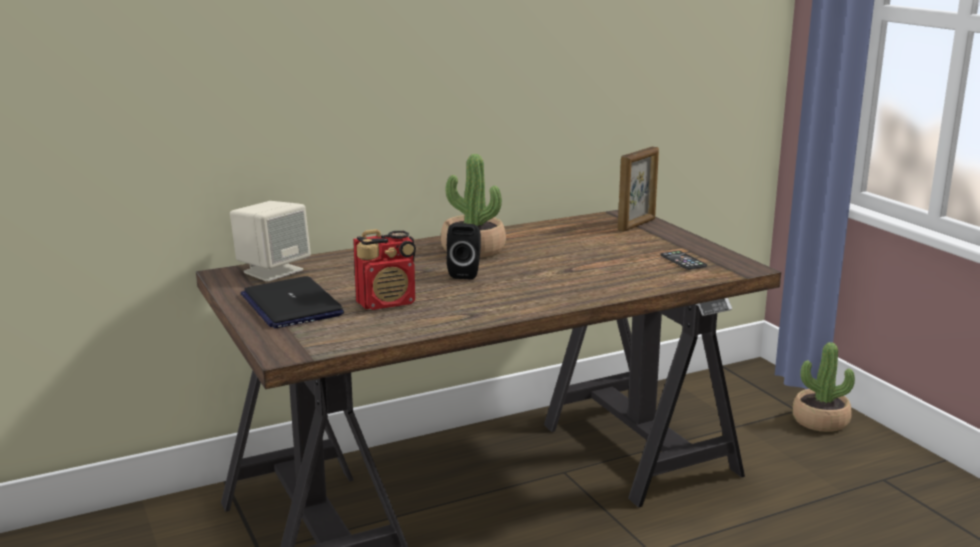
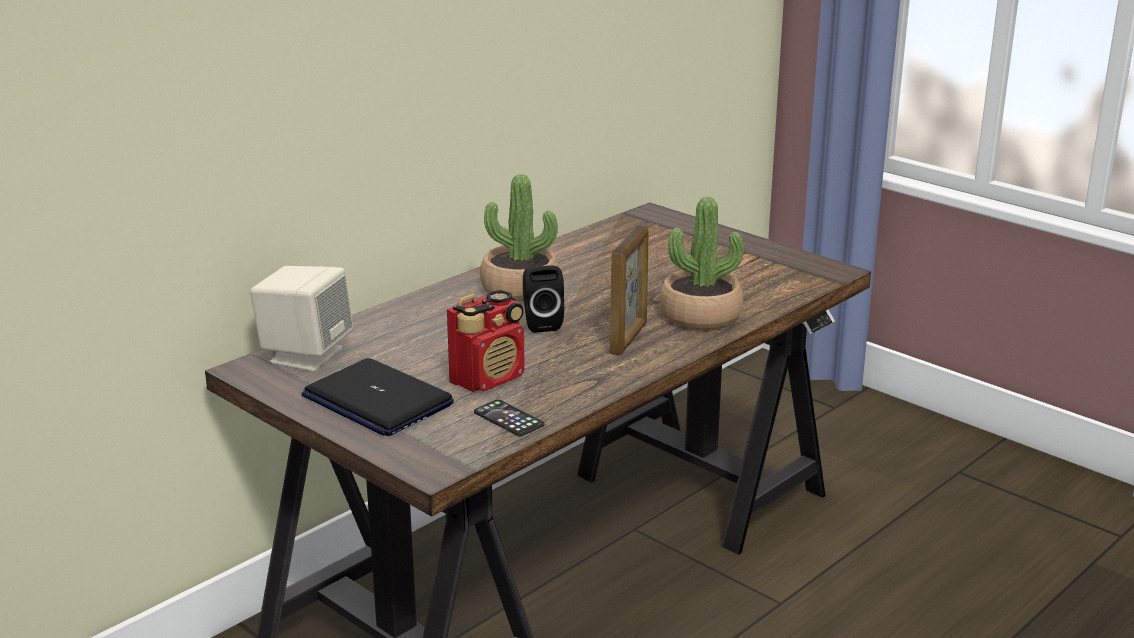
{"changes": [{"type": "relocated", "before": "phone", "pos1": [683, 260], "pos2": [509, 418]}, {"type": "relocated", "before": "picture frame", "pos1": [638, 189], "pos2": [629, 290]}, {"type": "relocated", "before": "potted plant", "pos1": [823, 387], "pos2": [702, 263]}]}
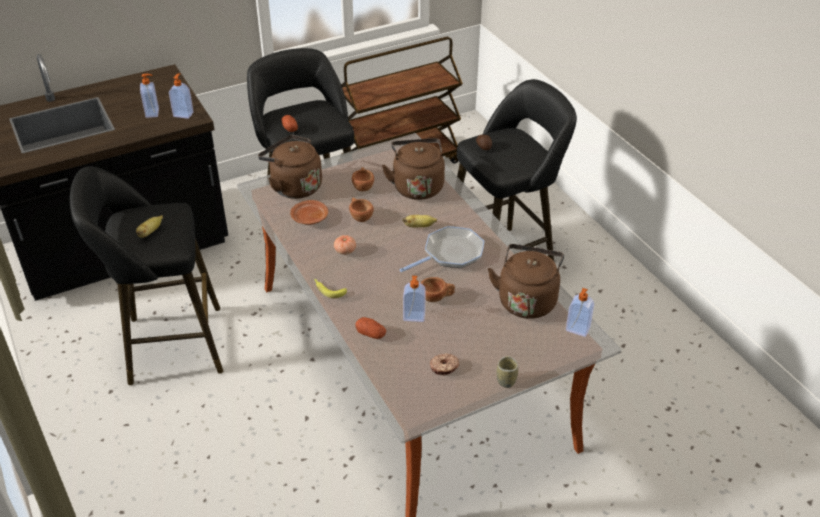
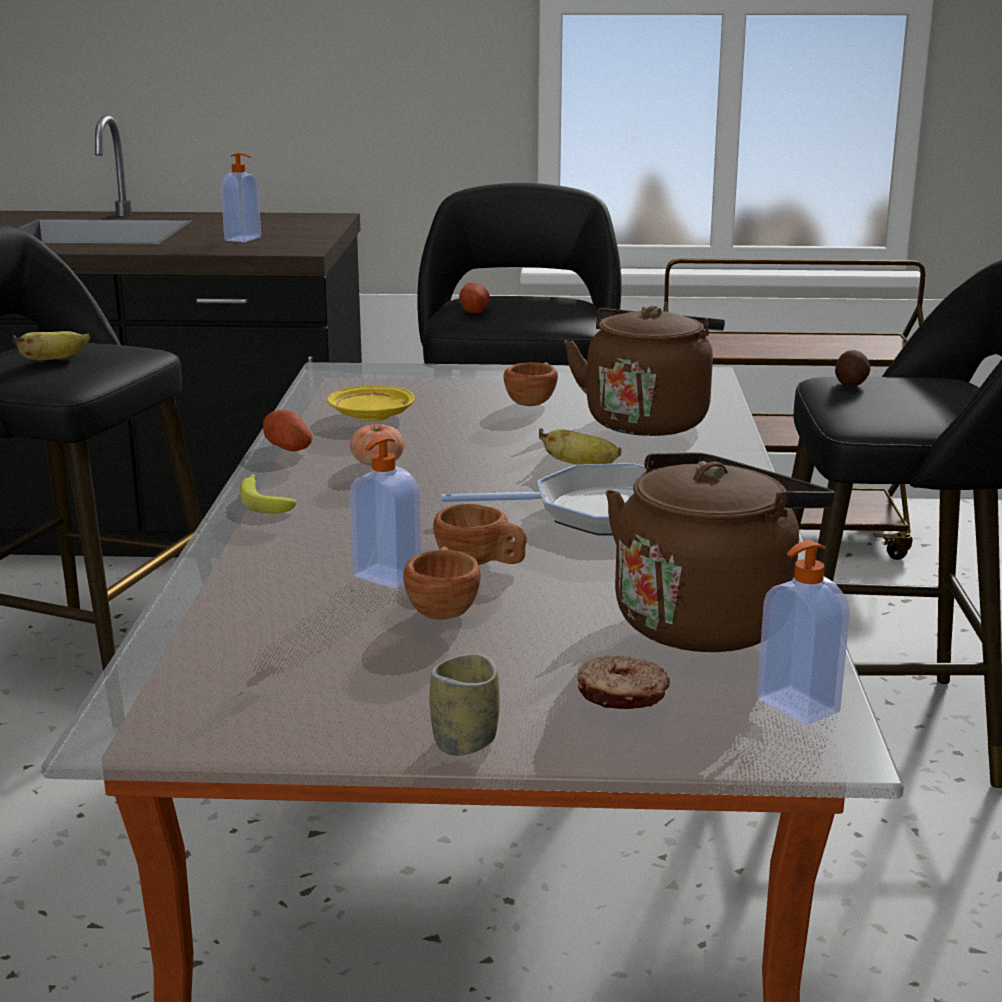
{"changes": [{"type": "relocated", "before": "potato", "pos1": [370, 328], "pos2": [287, 430]}, {"type": "colour", "before": "brown plate", "after": "yellow plate", "pos1": [309, 212], "pos2": [371, 403]}, {"type": "relocated", "before": "brown cup", "pos1": [361, 210], "pos2": [442, 583]}, {"type": "relocated", "before": "donut", "pos1": [444, 364], "pos2": [623, 682]}, {"type": "missing", "before": "soap dispenser", "pos1": [181, 96]}, {"type": "missing", "before": "brown kettle", "pos1": [290, 167]}]}
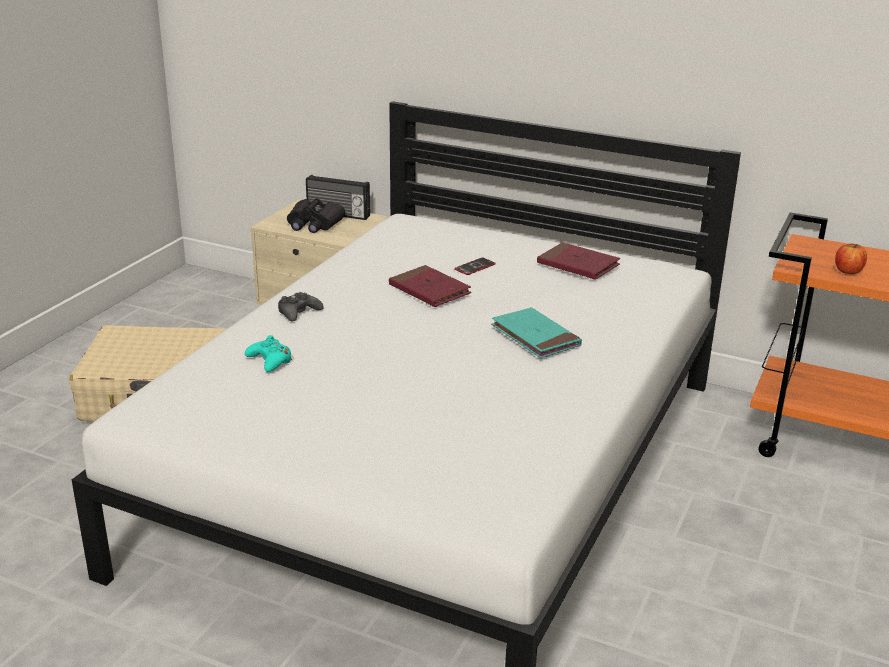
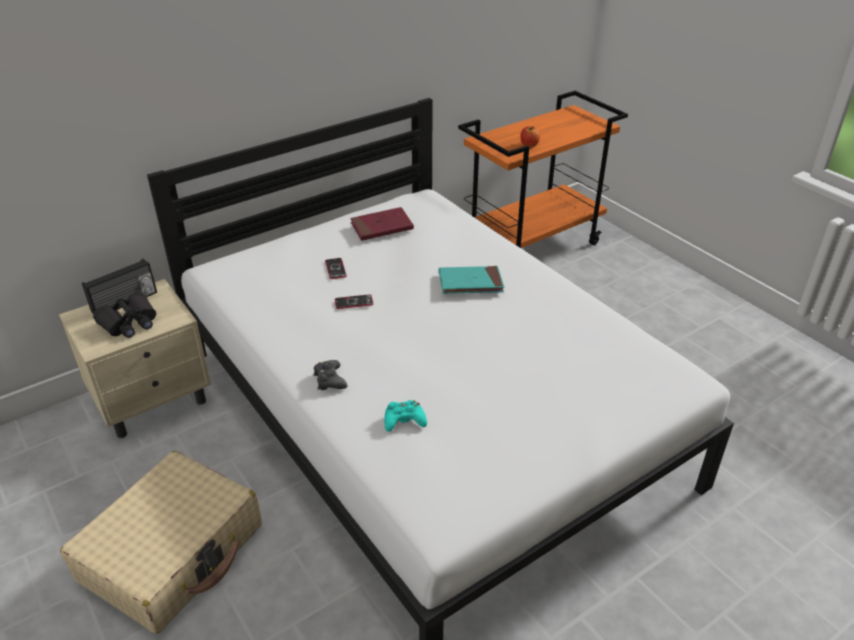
{"changes": [{"type": "exchanged", "before": "red book", "after": "phone", "pos1": [430, 286], "pos2": [354, 301]}]}
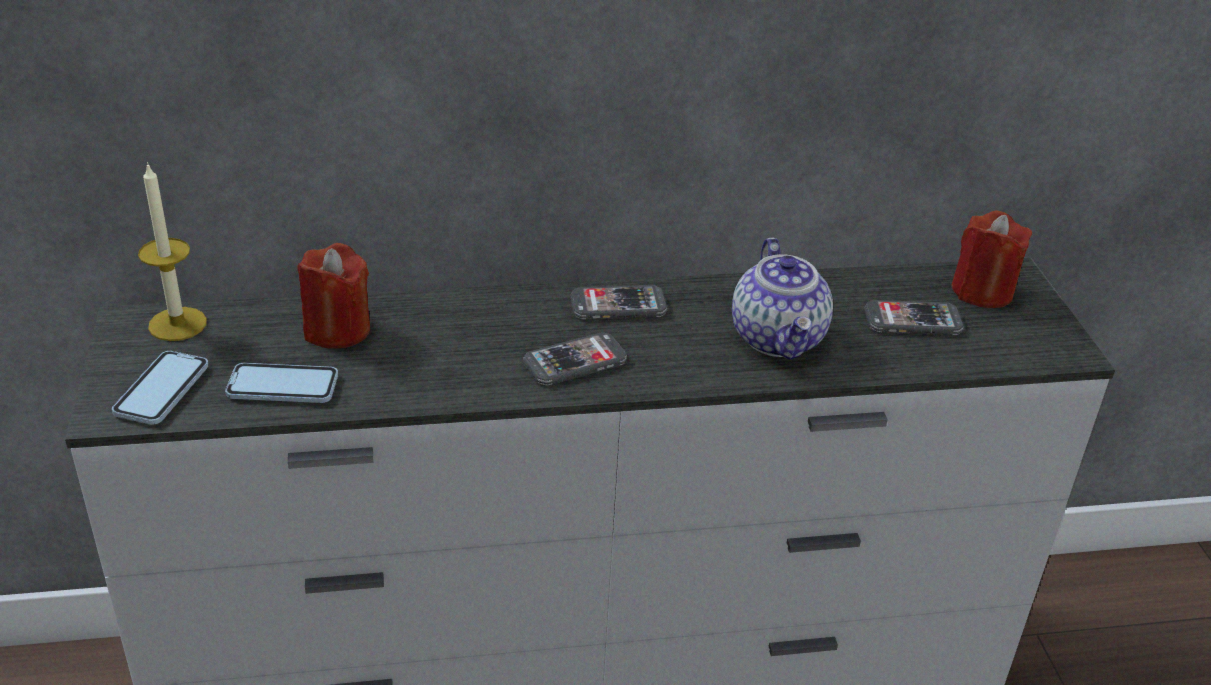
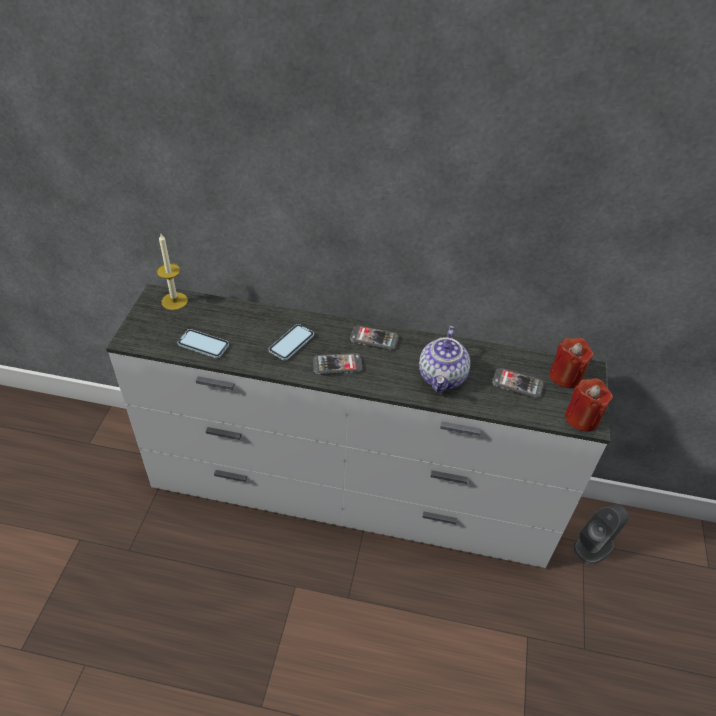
{"changes": [{"type": "relocated", "before": "phone", "pos1": [160, 388], "pos2": [291, 342]}, {"type": "relocated", "before": "red candle", "pos1": [333, 296], "pos2": [589, 405]}, {"type": "appeared", "after": "grey speaker", "pos2": [601, 534]}]}
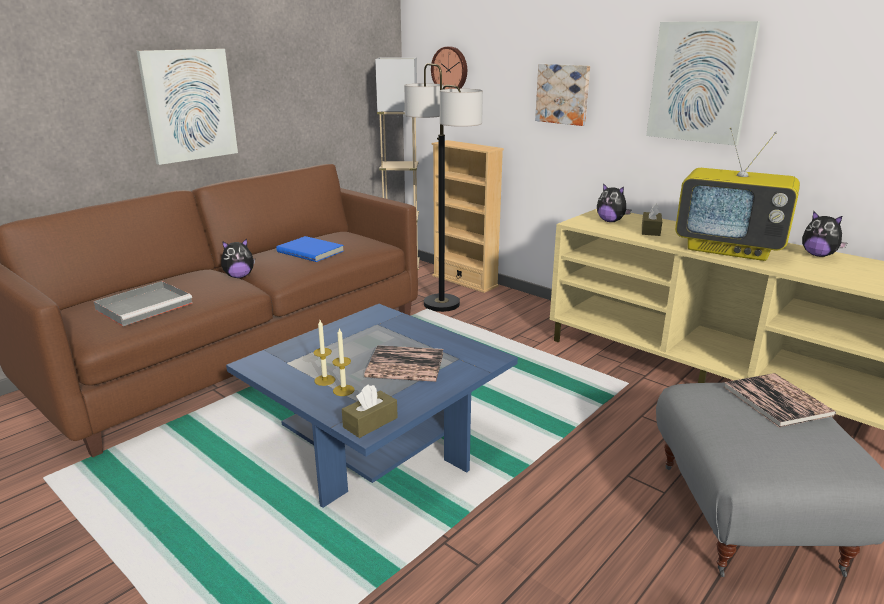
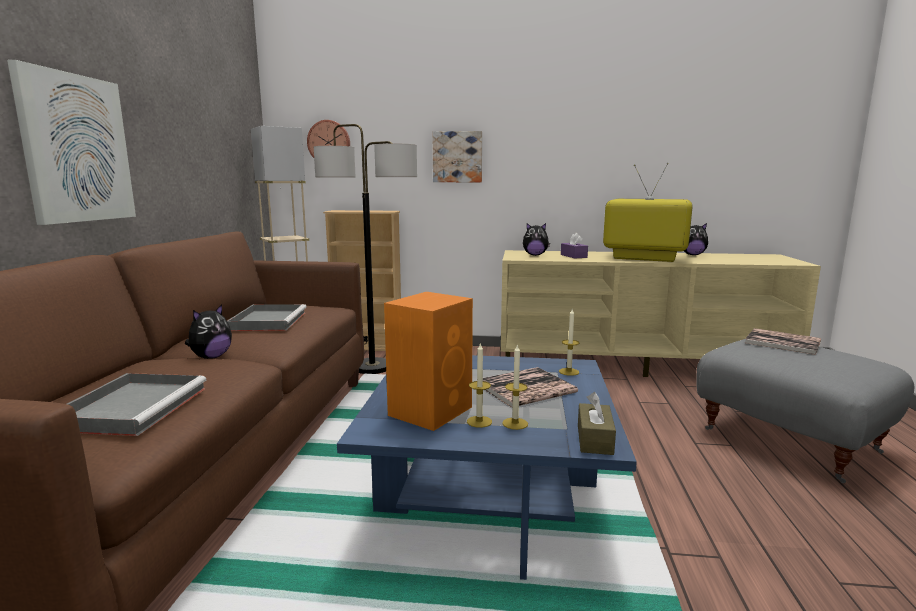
{"changes": [{"type": "exchanged", "before": "blue book", "after": "grey tray", "pos1": [310, 249], "pos2": [267, 317]}, {"type": "appeared", "after": "orange speaker", "pos2": [428, 361]}, {"type": "appeared", "after": "candle", "pos2": [569, 342]}, {"type": "colour", "before": "brown tissue box", "after": "purple tissue box", "pos1": [652, 219], "pos2": [574, 245]}, {"type": "spun", "before": "television", "pos1": [737, 194], "pos2": [648, 212], "turn": -150}, {"type": "missing", "before": "picture", "pos1": [703, 83]}]}
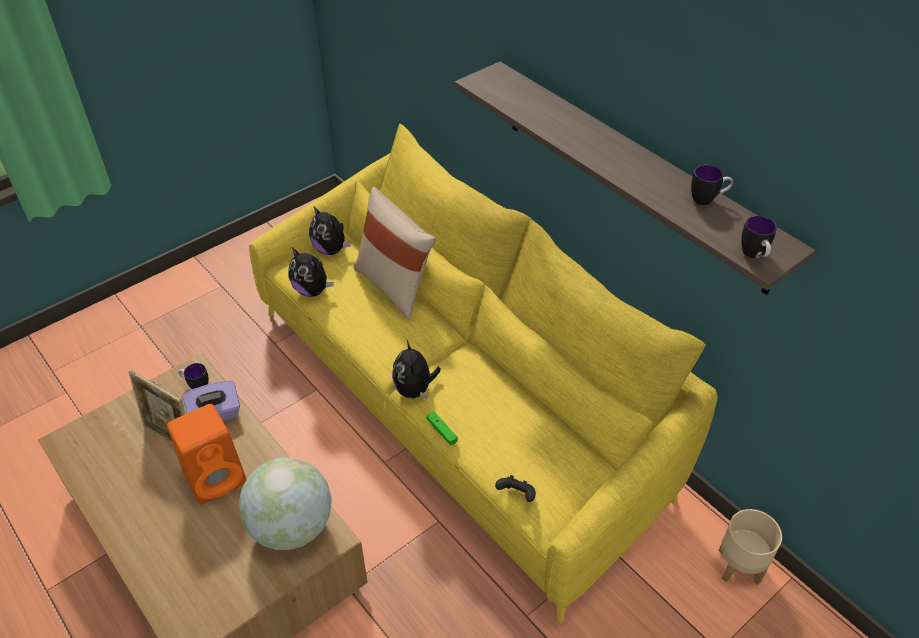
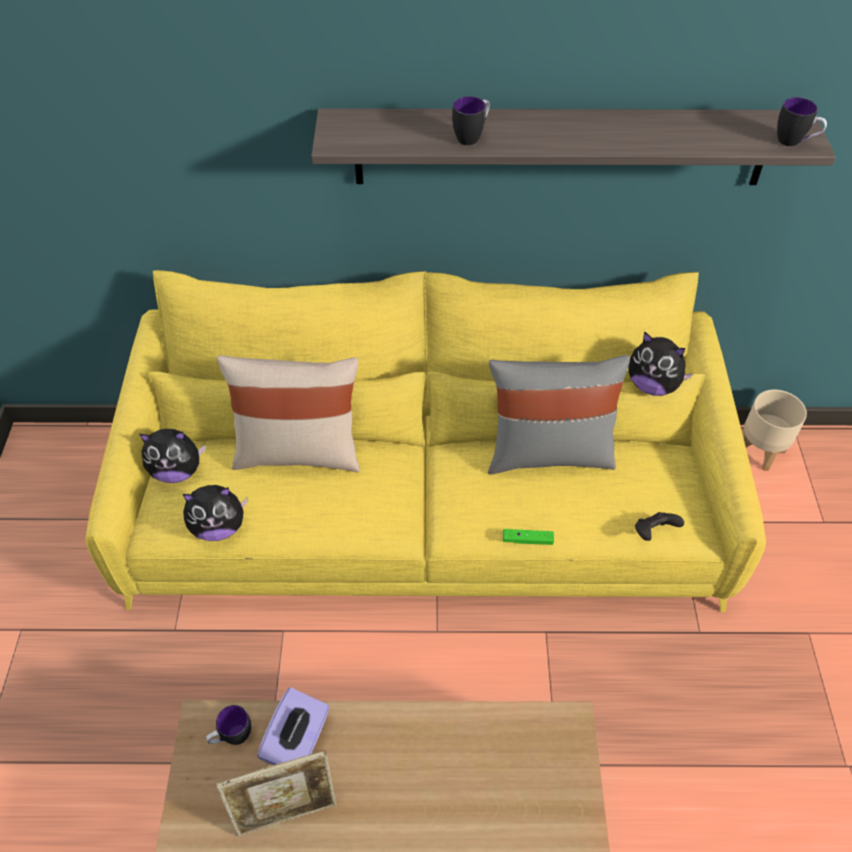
{"changes": [{"type": "relocated", "before": "mug", "pos1": [712, 185], "pos2": [471, 120]}, {"type": "appeared", "after": "grey pillow", "pos2": [559, 414]}, {"type": "relocated", "before": "plush toy", "pos1": [416, 369], "pos2": [661, 363]}, {"type": "missing", "before": "orange speaker", "pos1": [207, 454]}, {"type": "missing", "before": "globe", "pos1": [285, 503]}]}
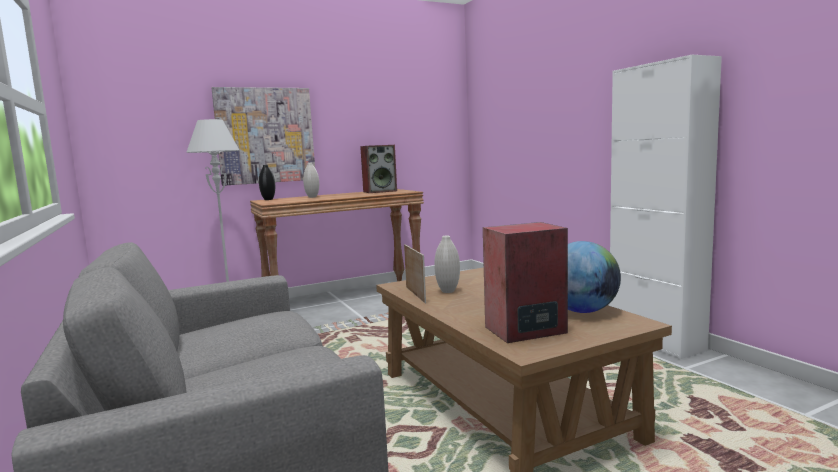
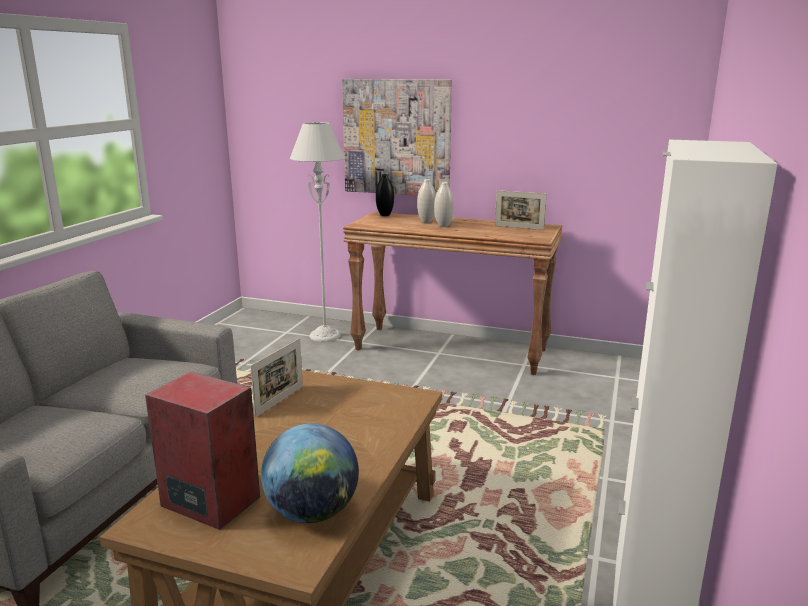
{"changes": [{"type": "relocated", "before": "white vase", "pos1": [447, 264], "pos2": [444, 204]}, {"type": "exchanged", "before": "speaker", "after": "picture frame", "pos1": [378, 169], "pos2": [521, 210]}]}
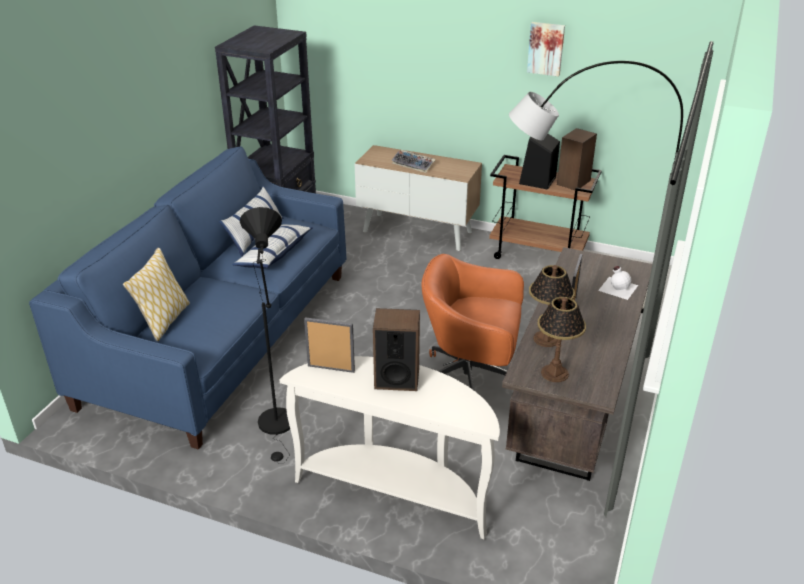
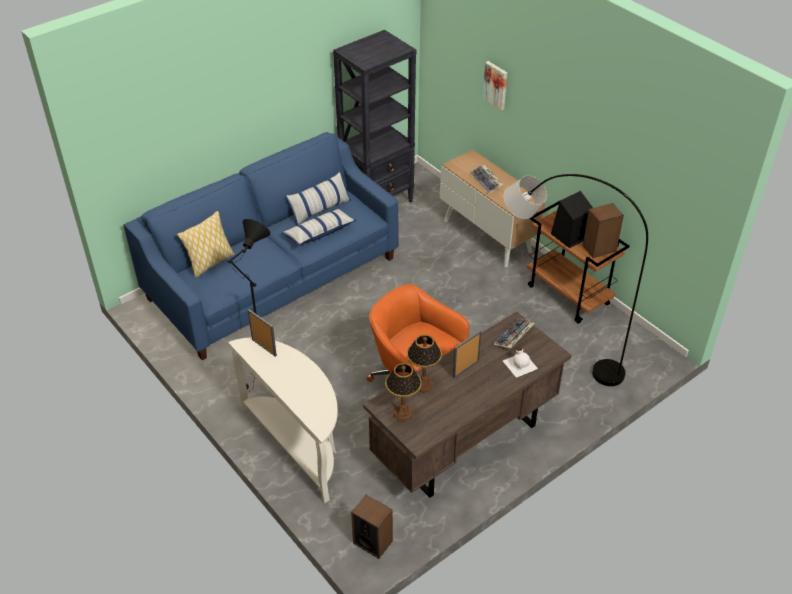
{"changes": [{"type": "relocated", "before": "speaker", "pos1": [396, 349], "pos2": [372, 527]}, {"type": "relocated", "before": "picture", "pos1": [546, 49], "pos2": [495, 85]}, {"type": "appeared", "after": "keyboard", "pos2": [514, 333]}]}
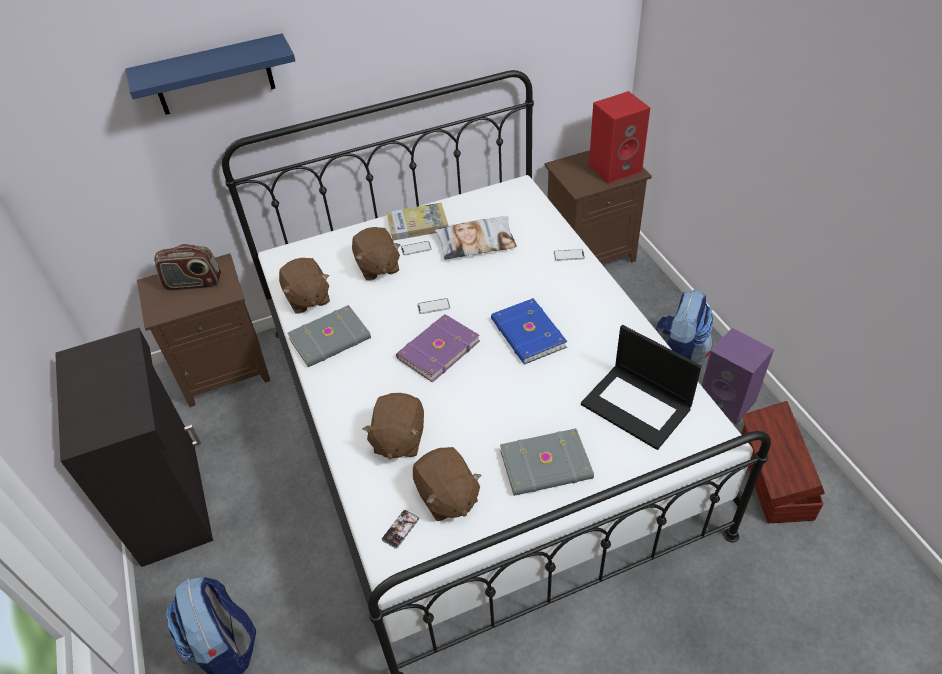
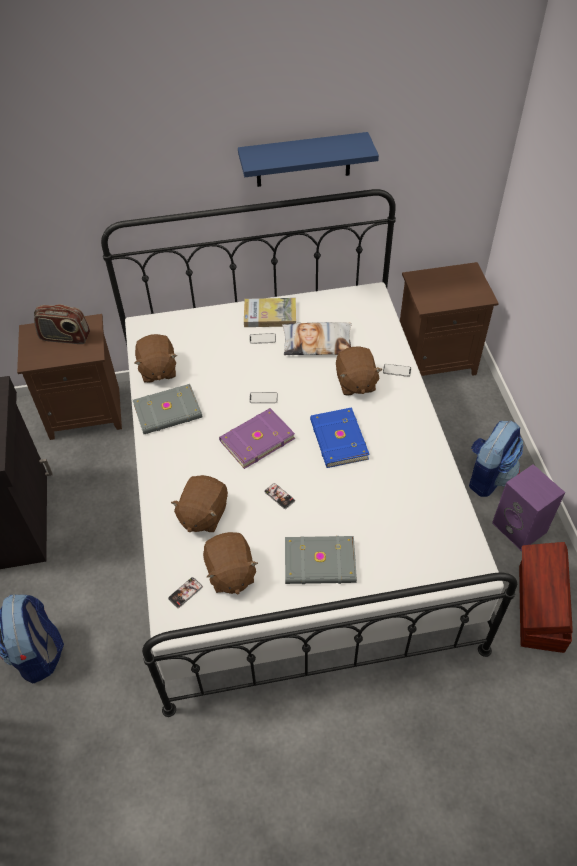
{"changes": [{"type": "relocated", "before": "blue shelf", "pos1": [210, 74], "pos2": [308, 159]}, {"type": "appeared", "after": "phone", "pos2": [279, 496]}, {"type": "relocated", "before": "brown plush toy", "pos1": [376, 254], "pos2": [359, 371]}, {"type": "missing", "before": "laptop", "pos1": [641, 387]}, {"type": "missing", "before": "red speaker", "pos1": [619, 137]}]}
